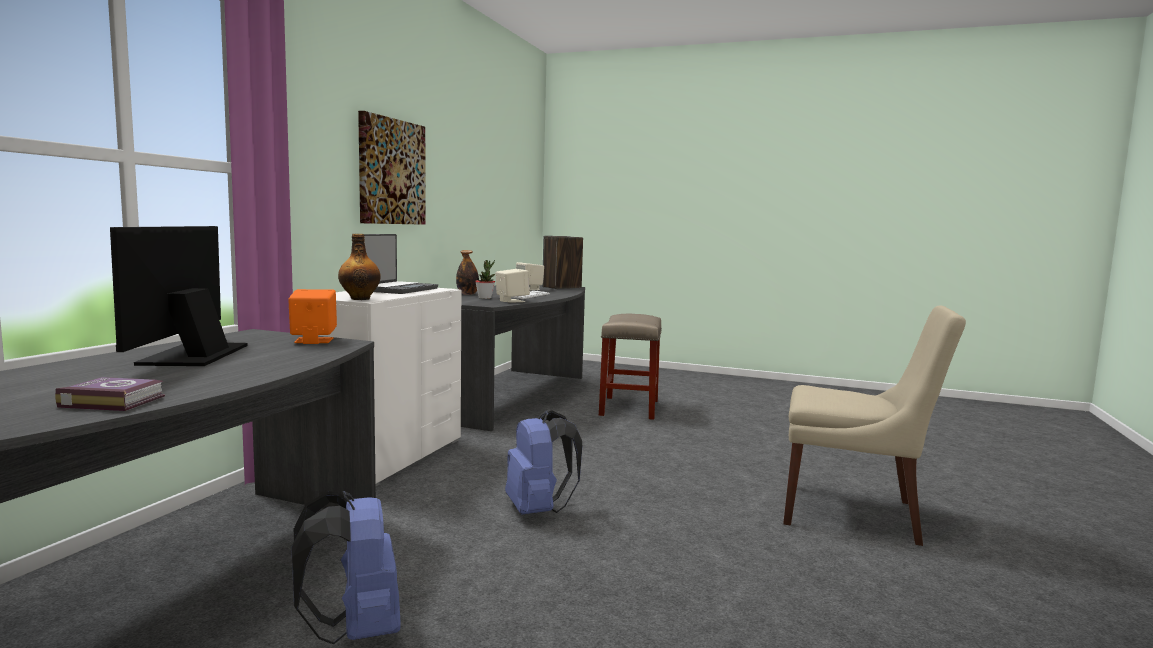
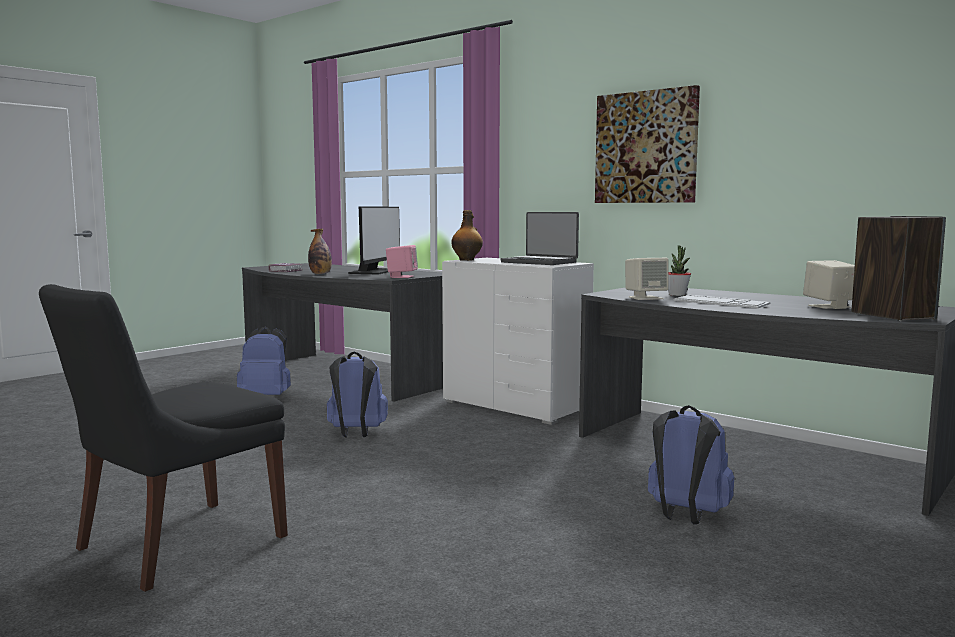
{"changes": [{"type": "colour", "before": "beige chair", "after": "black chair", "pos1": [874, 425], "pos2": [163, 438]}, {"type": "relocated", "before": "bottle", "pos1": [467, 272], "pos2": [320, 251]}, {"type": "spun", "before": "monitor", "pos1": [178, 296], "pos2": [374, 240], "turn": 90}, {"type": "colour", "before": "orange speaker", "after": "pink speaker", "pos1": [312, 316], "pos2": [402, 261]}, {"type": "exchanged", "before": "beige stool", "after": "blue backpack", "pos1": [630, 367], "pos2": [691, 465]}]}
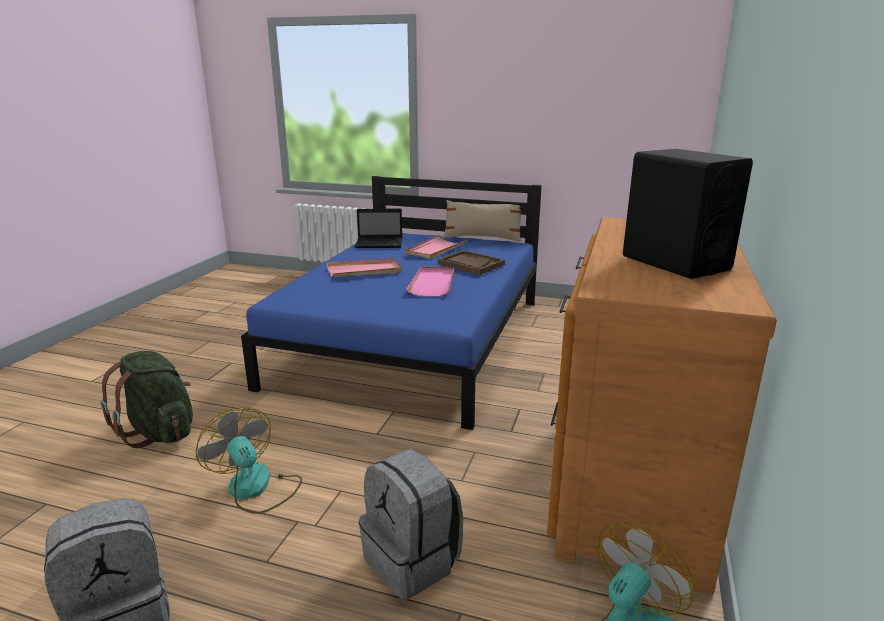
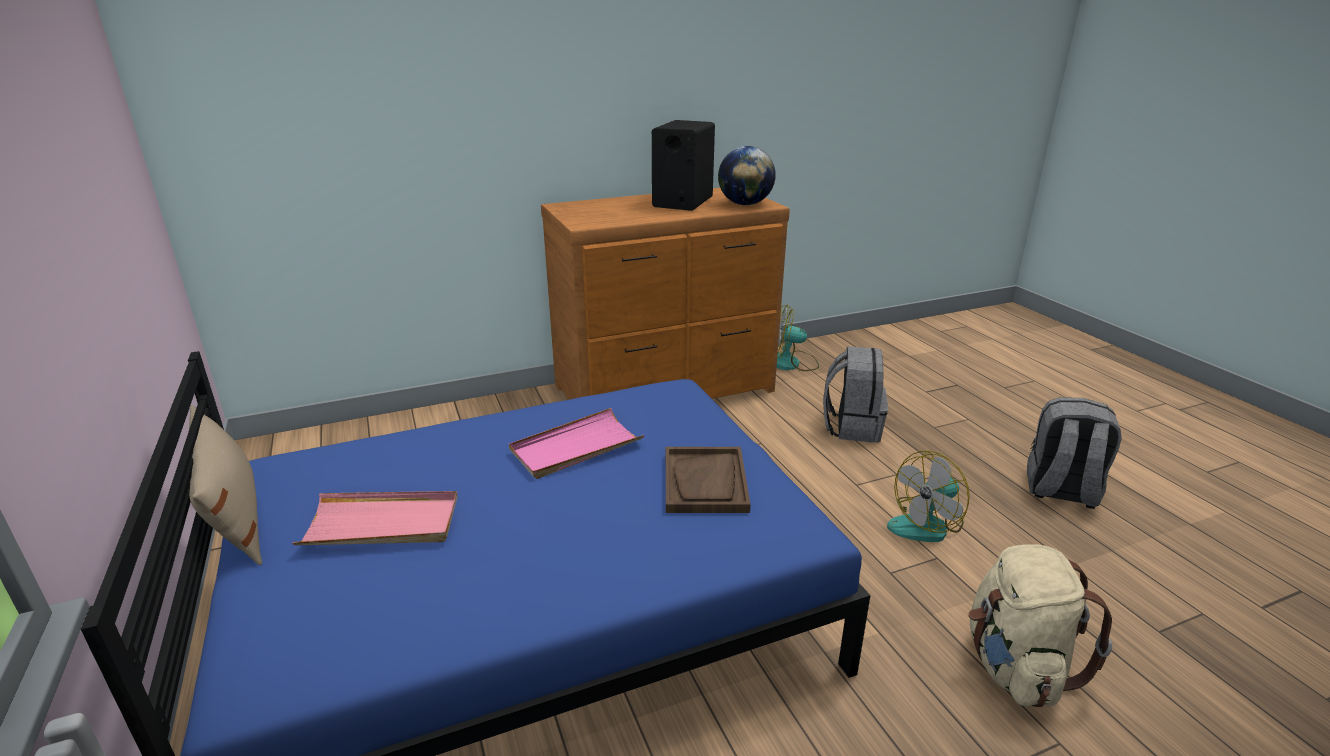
{"changes": [{"type": "relocated", "before": "brown tray", "pos1": [471, 262], "pos2": [708, 480]}, {"type": "appeared", "after": "globe", "pos2": [747, 175]}, {"type": "spun", "before": "fan", "pos1": [248, 460], "pos2": [928, 496], "turn": 45}, {"type": "colour", "before": "green backpack", "after": "beige backpack", "pos1": [146, 399], "pos2": [1040, 625]}, {"type": "missing", "before": "pink tray", "pos1": [364, 267]}, {"type": "missing", "before": "laptop", "pos1": [379, 228]}]}
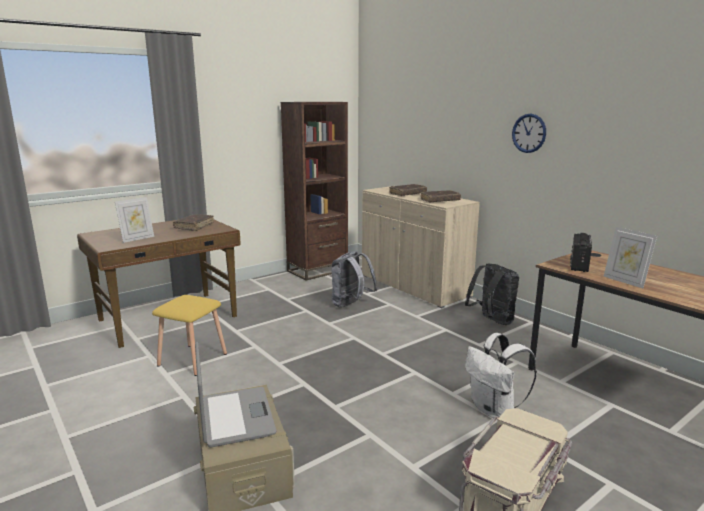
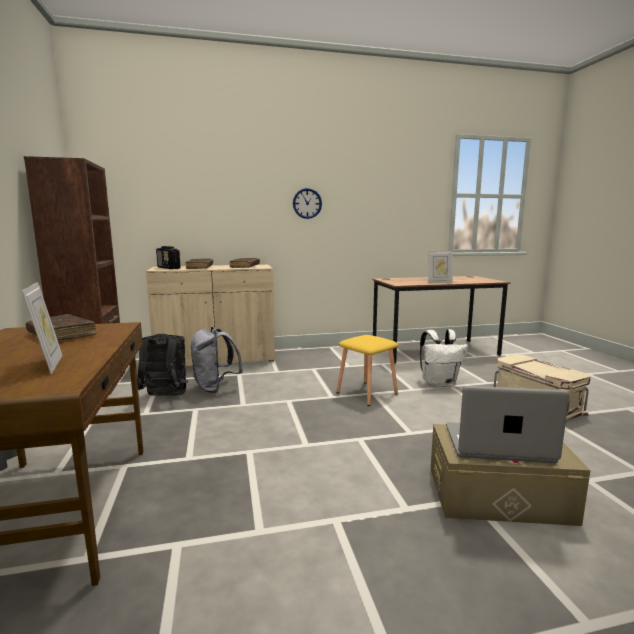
{"changes": [{"type": "relocated", "before": "black backpack", "pos1": [492, 294], "pos2": [162, 365]}, {"type": "relocated", "before": "radio", "pos1": [581, 252], "pos2": [168, 257]}, {"type": "relocated", "before": "yellow stool", "pos1": [189, 335], "pos2": [367, 370]}]}
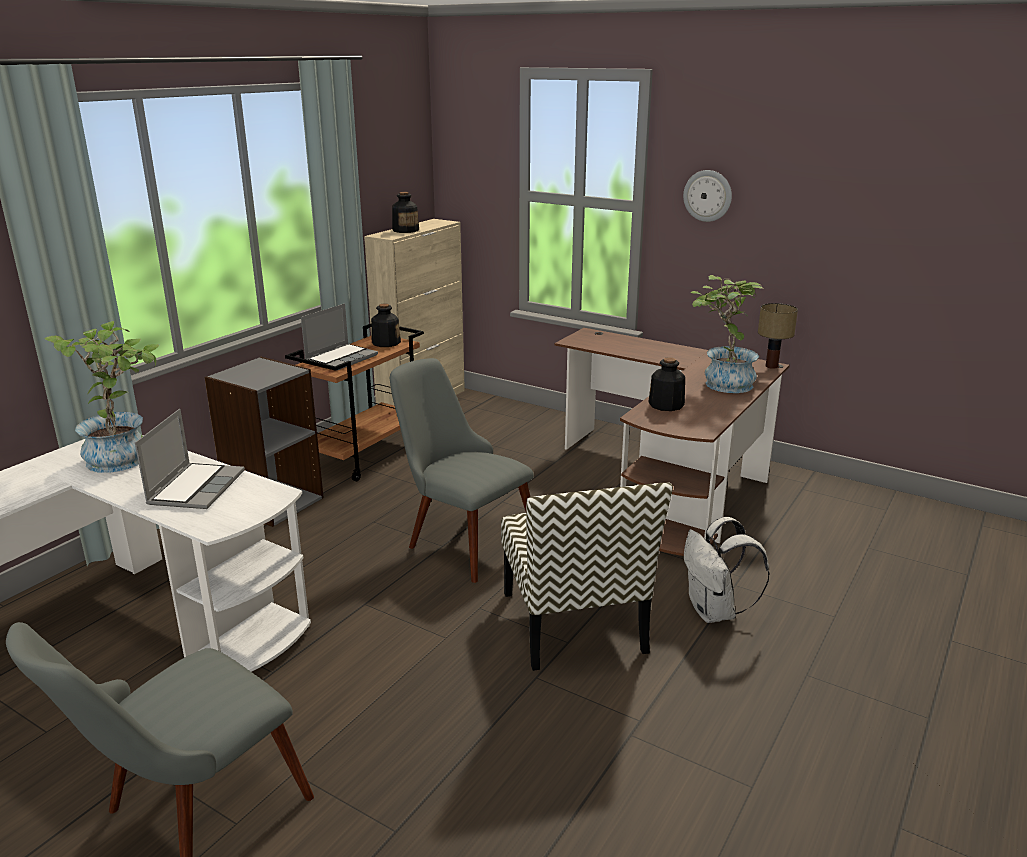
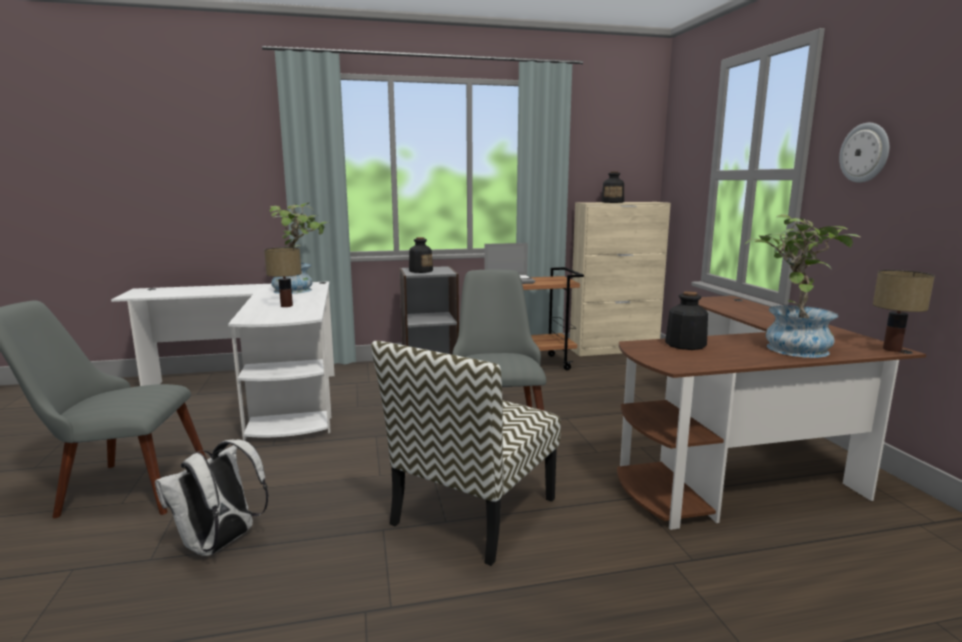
{"changes": [{"type": "relocated", "before": "white backpack", "pos1": [727, 570], "pos2": [212, 497]}, {"type": "exchanged", "before": "laptop", "after": "table lamp", "pos1": [190, 459], "pos2": [283, 277]}, {"type": "relocated", "before": "bottle", "pos1": [386, 325], "pos2": [421, 255]}]}
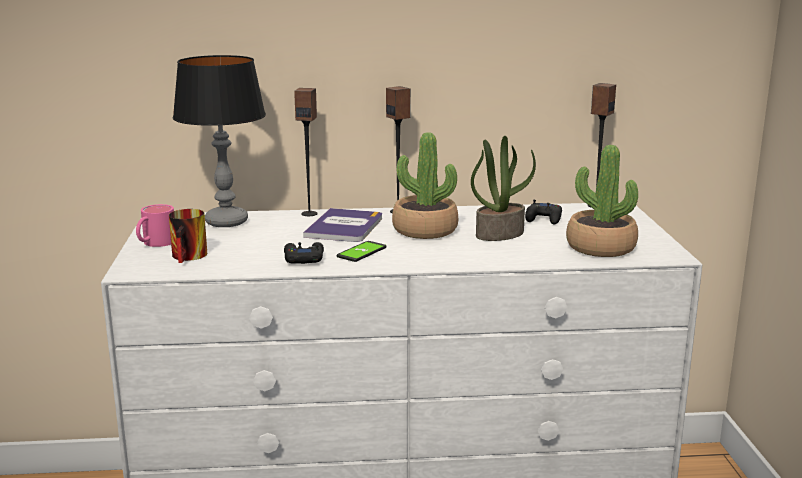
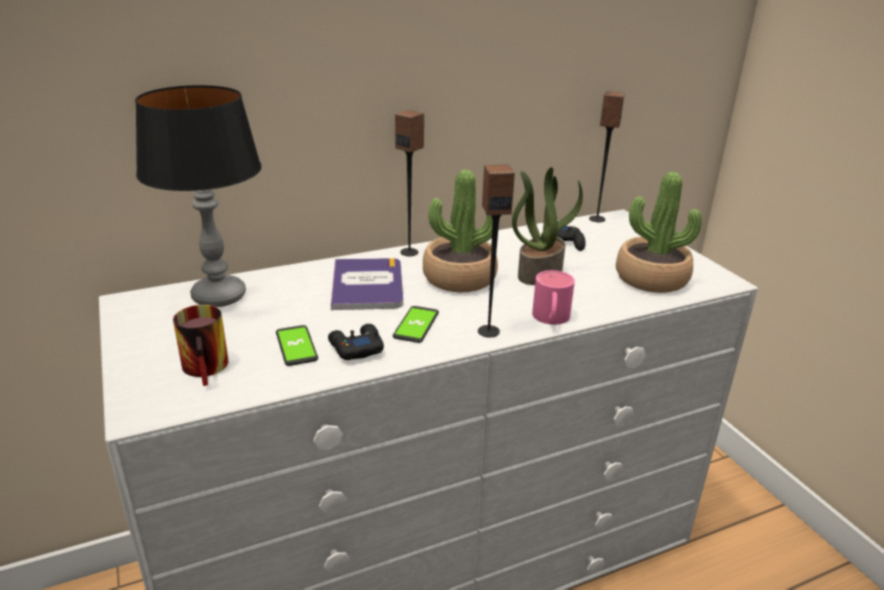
{"changes": [{"type": "appeared", "after": "phone", "pos2": [297, 345]}, {"type": "relocated", "before": "speaker", "pos1": [306, 152], "pos2": [496, 250]}, {"type": "relocated", "before": "pink mug", "pos1": [155, 225], "pos2": [553, 297]}]}
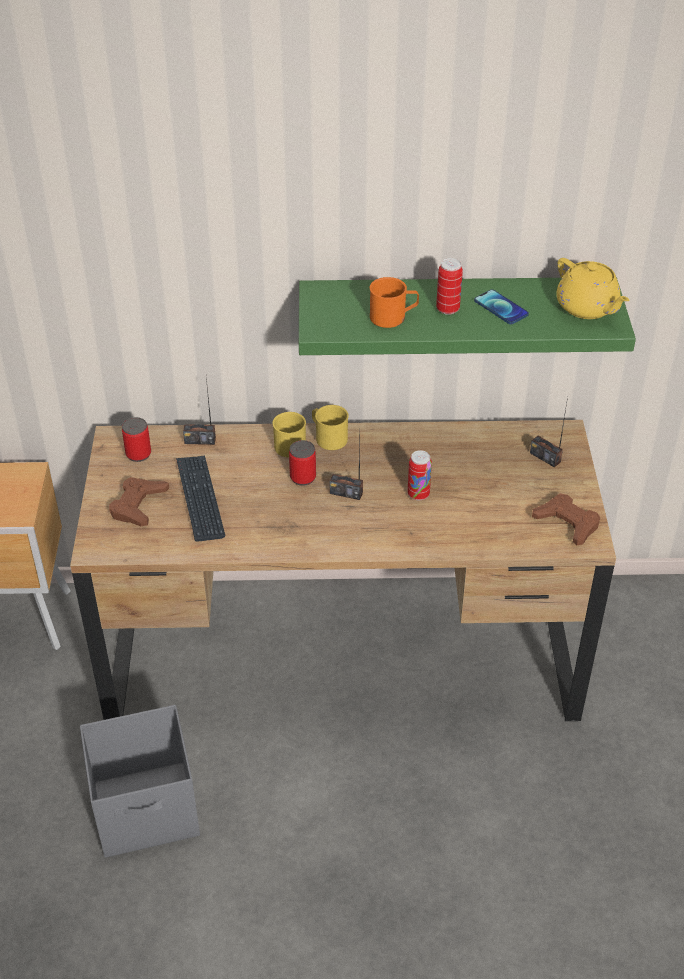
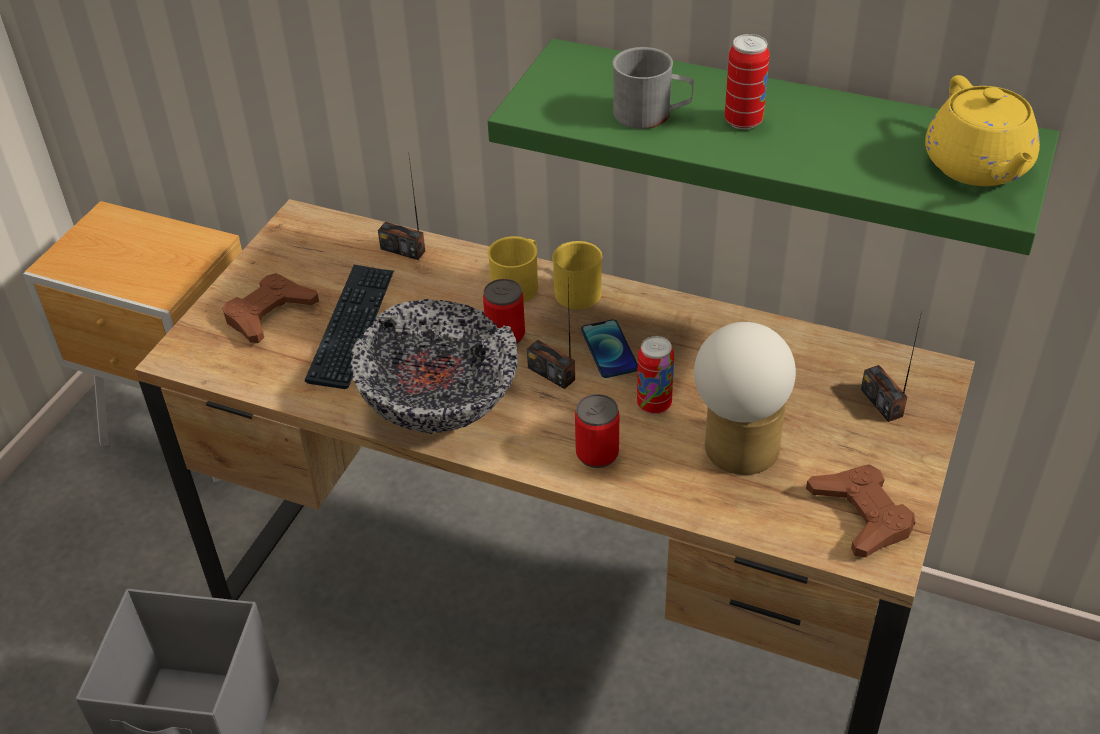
{"changes": [{"type": "appeared", "after": "bowl", "pos2": [434, 366]}, {"type": "relocated", "before": "can", "pos1": [136, 439], "pos2": [597, 431]}, {"type": "relocated", "before": "phone", "pos1": [501, 307], "pos2": [609, 349]}, {"type": "colour", "before": "orange mug", "after": "grey mug", "pos1": [394, 302], "pos2": [653, 88]}, {"type": "appeared", "after": "table lamp", "pos2": [745, 398]}]}
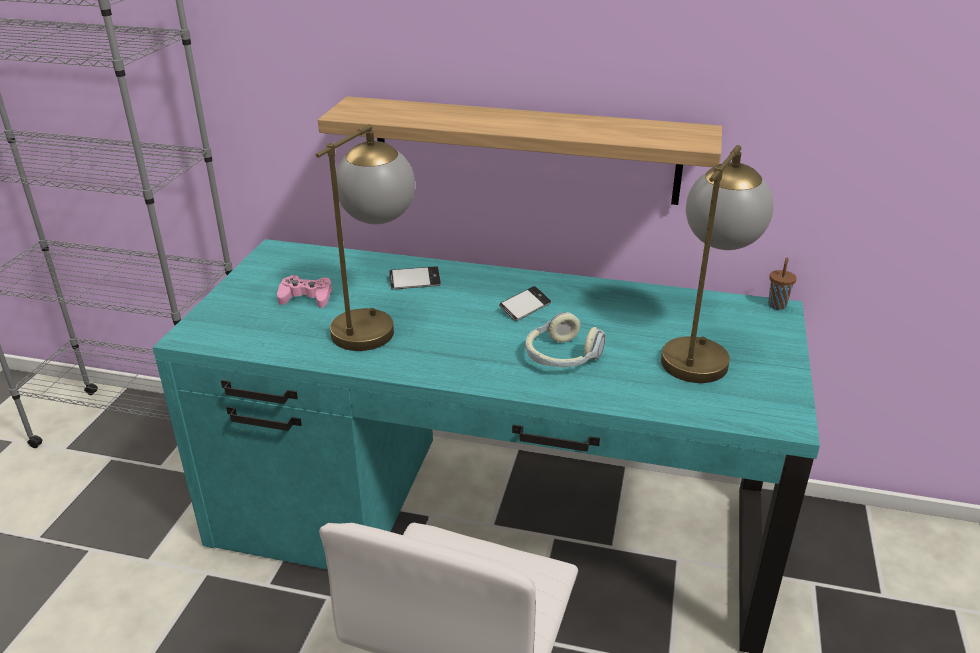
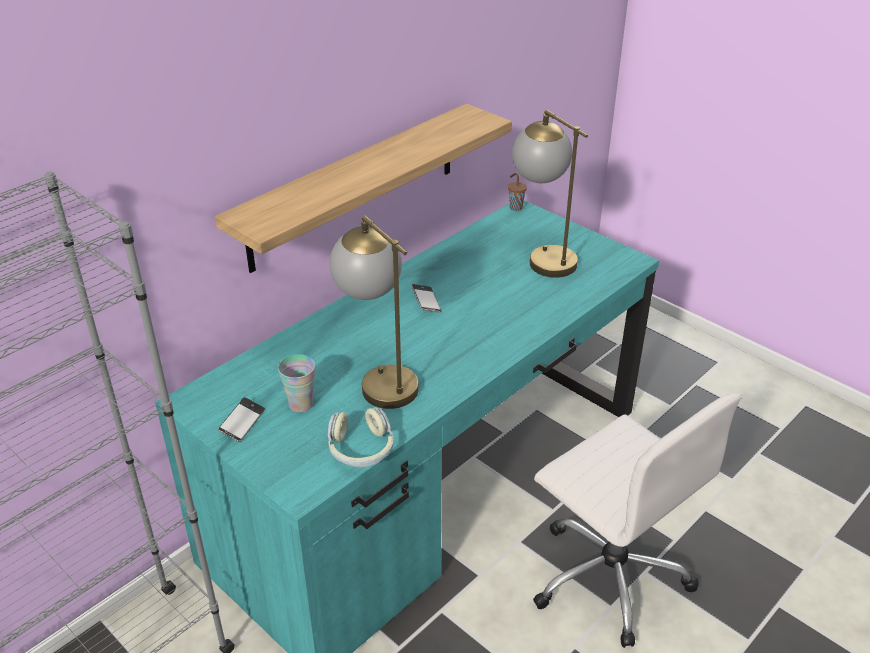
{"changes": [{"type": "relocated", "before": "phone", "pos1": [415, 277], "pos2": [241, 419]}, {"type": "exchanged", "before": "pink game controller", "after": "cup", "pos1": [304, 291], "pos2": [296, 383]}, {"type": "relocated", "before": "headphones", "pos1": [565, 339], "pos2": [361, 437]}]}
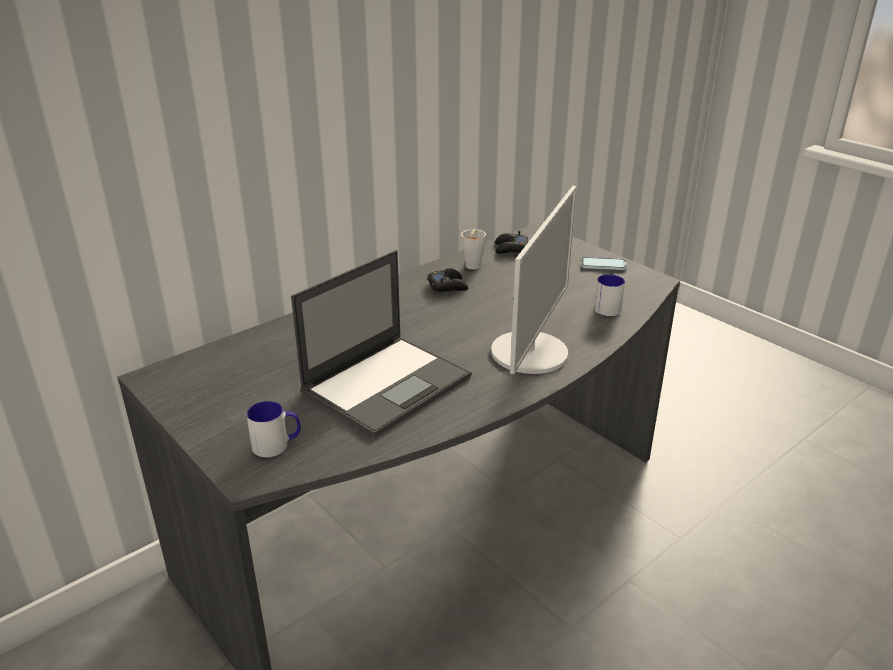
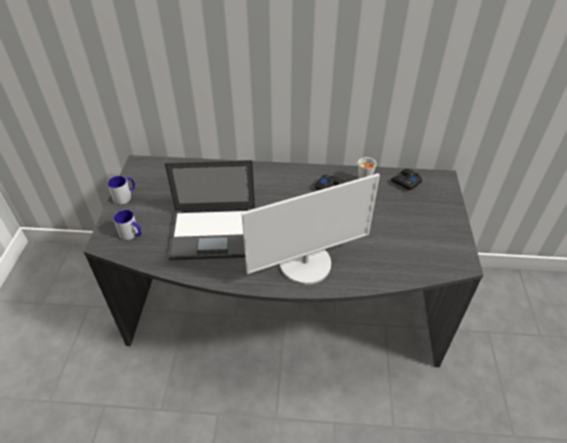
{"changes": [{"type": "relocated", "before": "mug", "pos1": [609, 295], "pos2": [121, 190]}, {"type": "missing", "before": "phone", "pos1": [604, 263]}]}
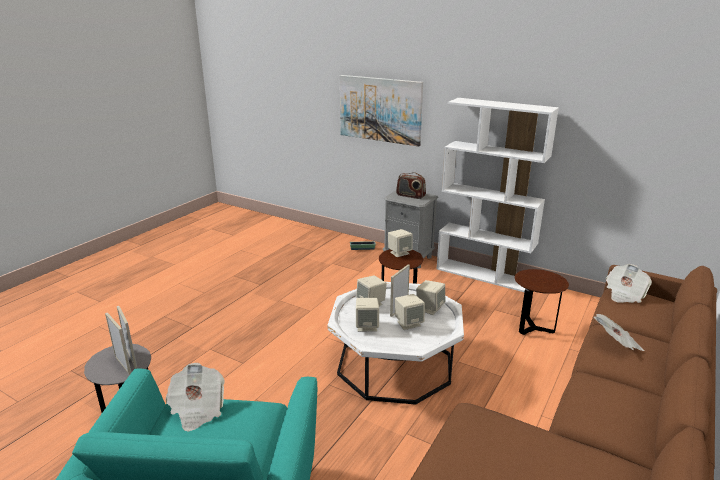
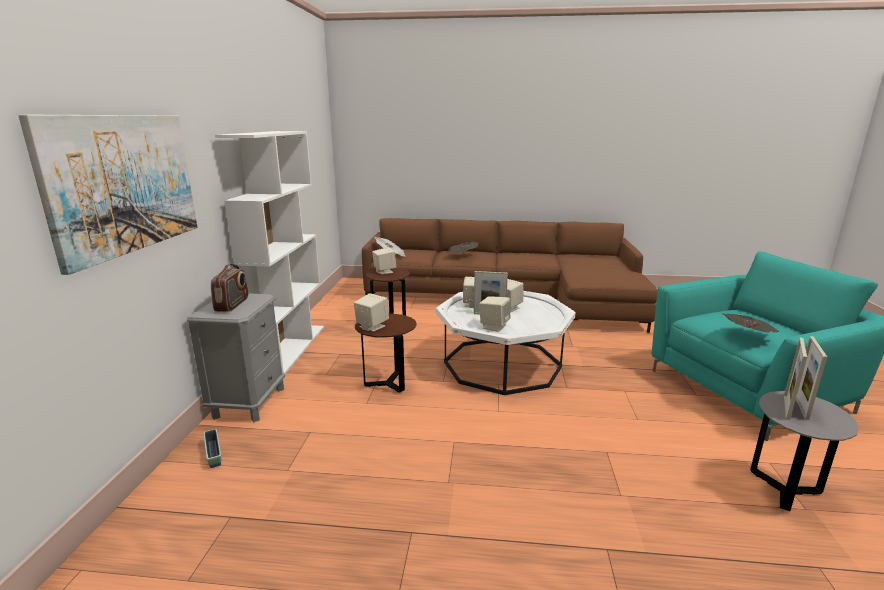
{"changes": [{"type": "relocated", "before": "beige speaker", "pos1": [367, 315], "pos2": [384, 260]}]}
